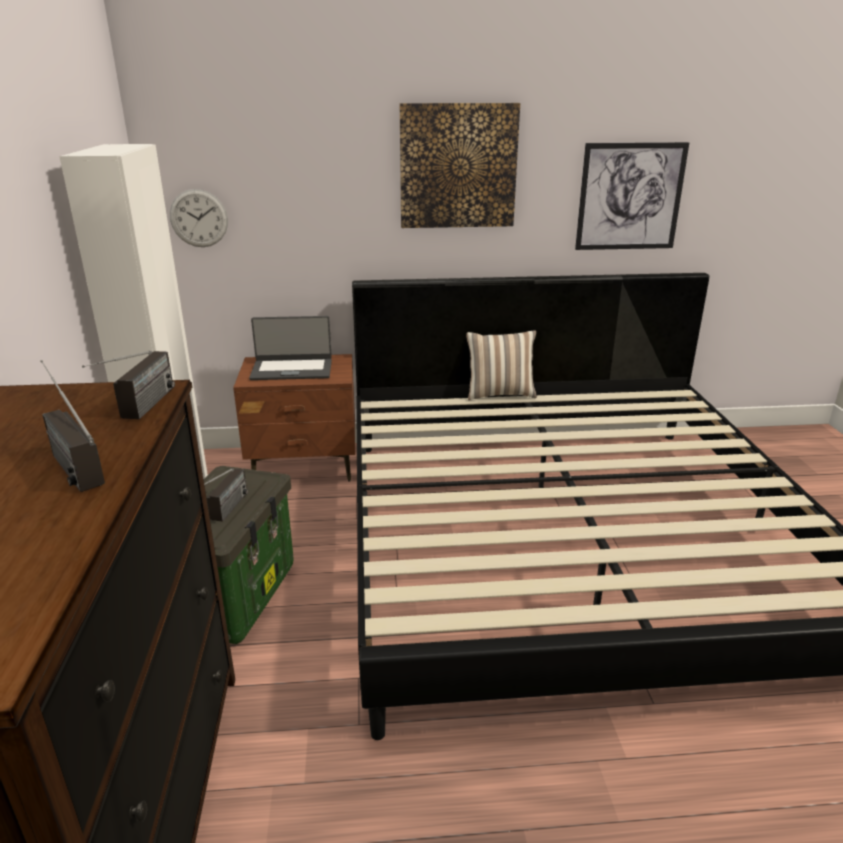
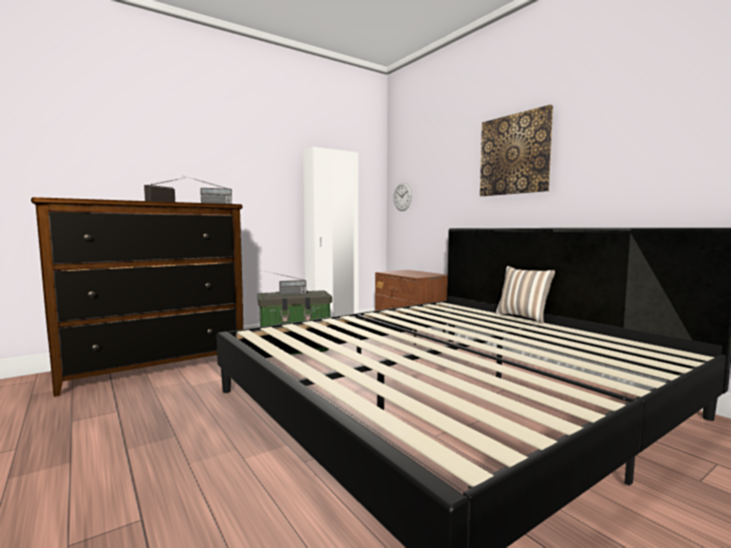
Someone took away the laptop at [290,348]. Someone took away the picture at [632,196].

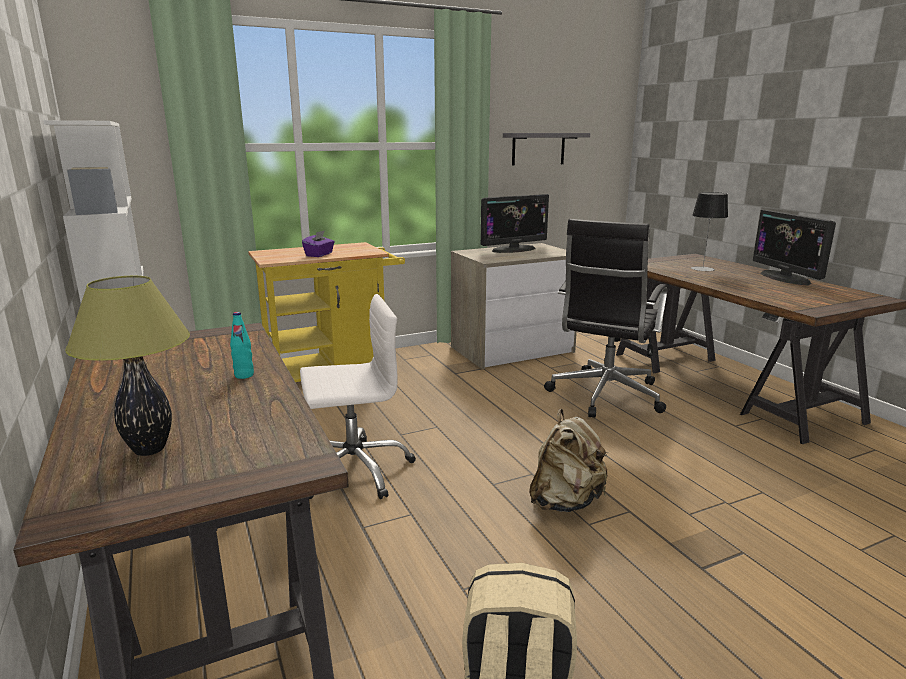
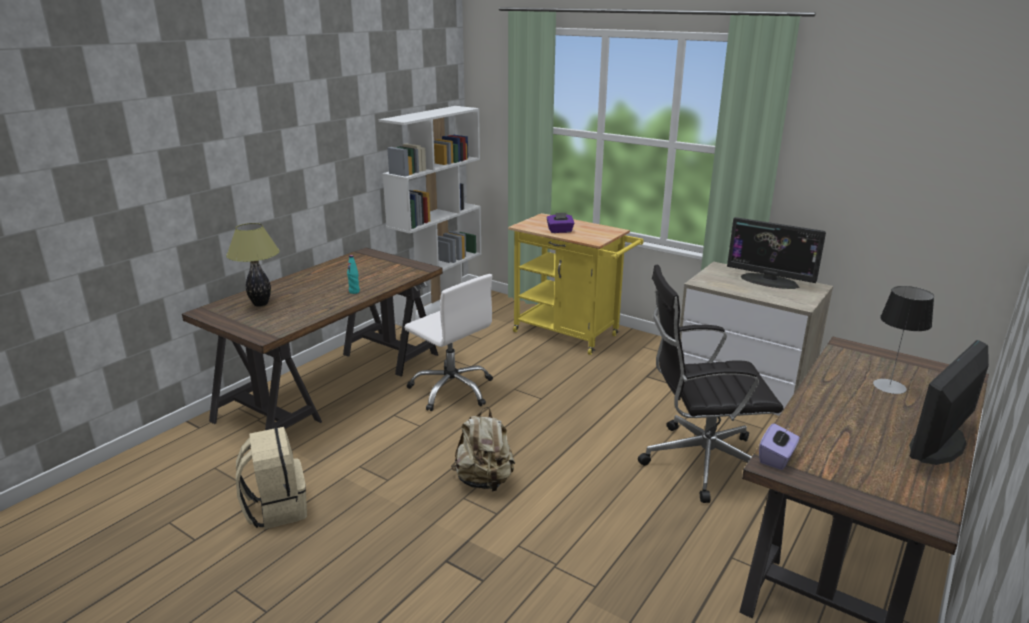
Someone took away the grey shelf at [546,149]. Someone put down the purple tissue box at [779,446].

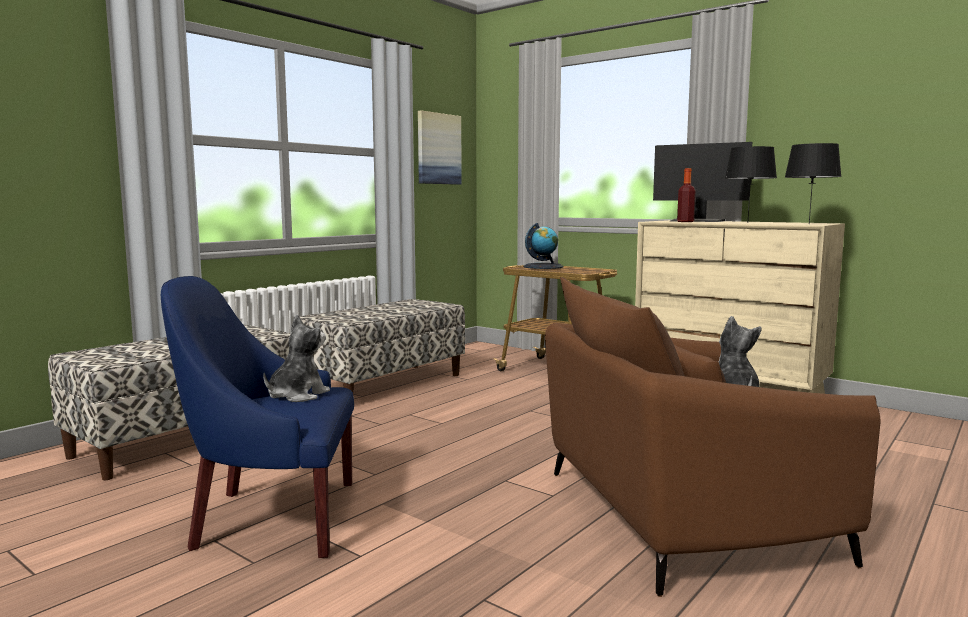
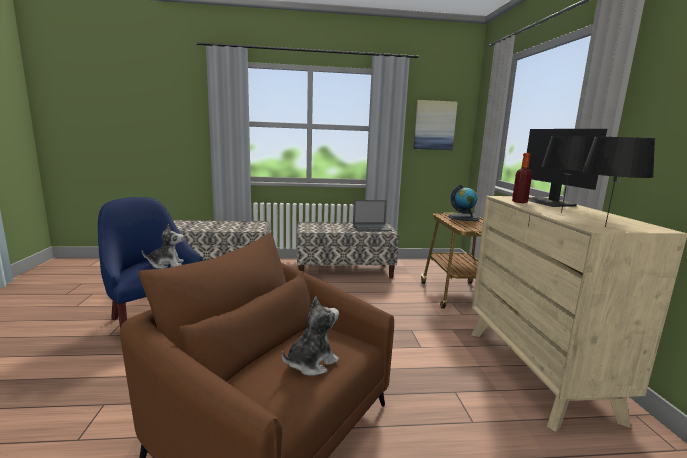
Someone put down the laptop at [372,216].

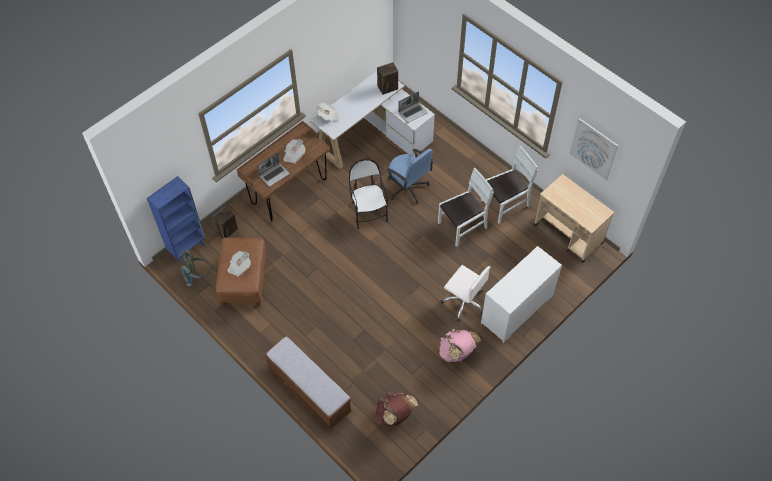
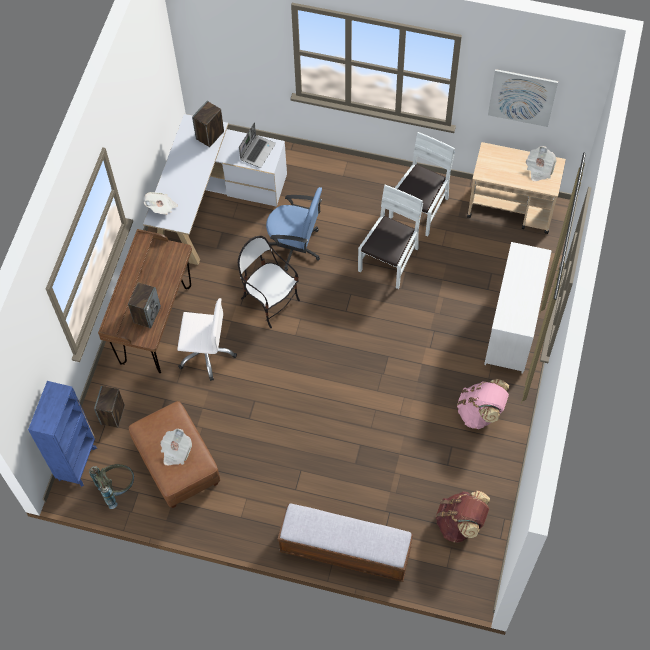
Someone carried the newspaper from [294,151] to [541,163]. Someone carried the white office chair from [466,293] to [207,339]. Someone swapped the laptop at [273,170] for the speaker at [144,305].

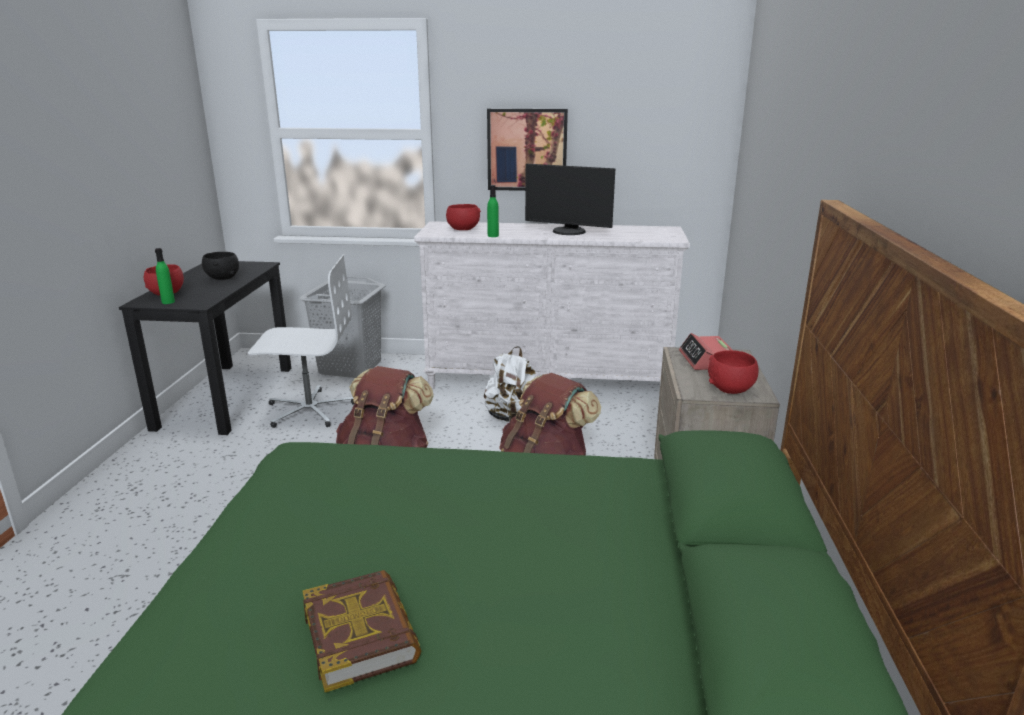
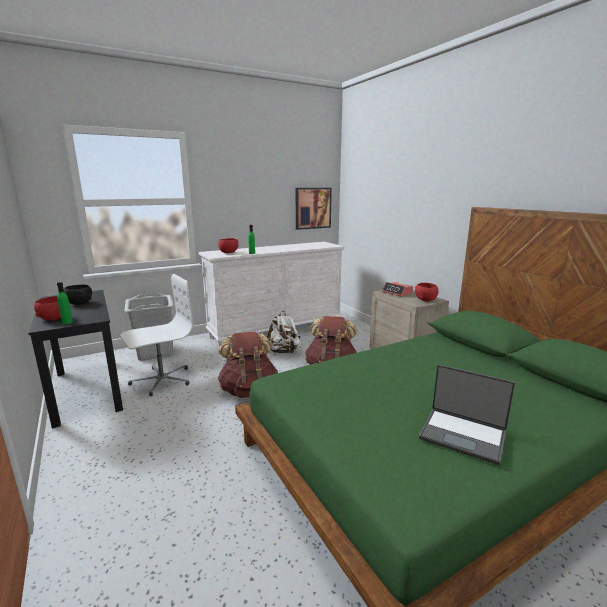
Someone took away the monitor at [570,199]. Someone carried the picture from [527,149] to [314,209]. Someone swapped the book at [361,631] for the laptop at [467,414].

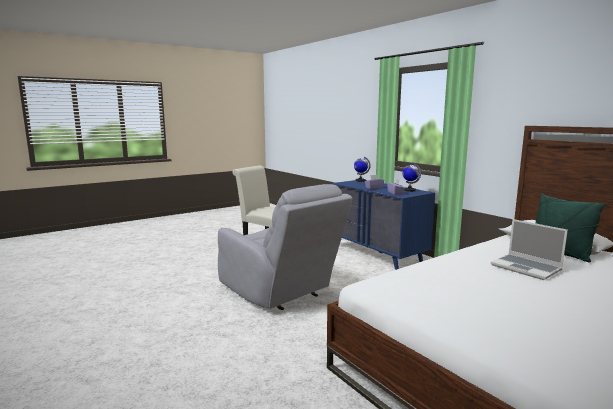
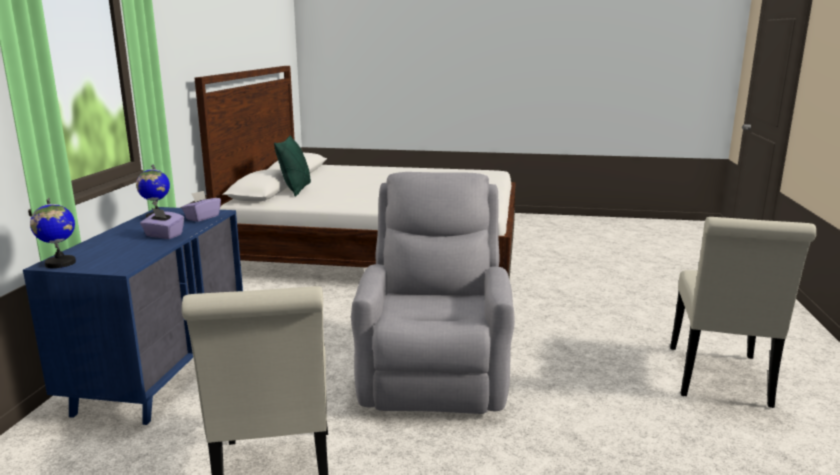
Someone took away the laptop at [529,249]. Someone put down the white chair at [743,312].

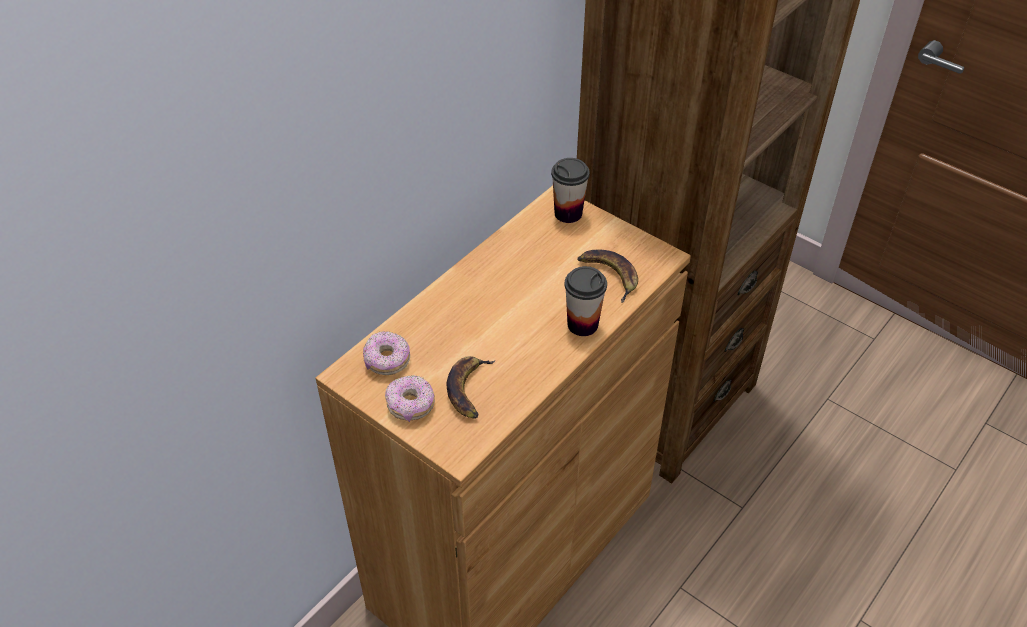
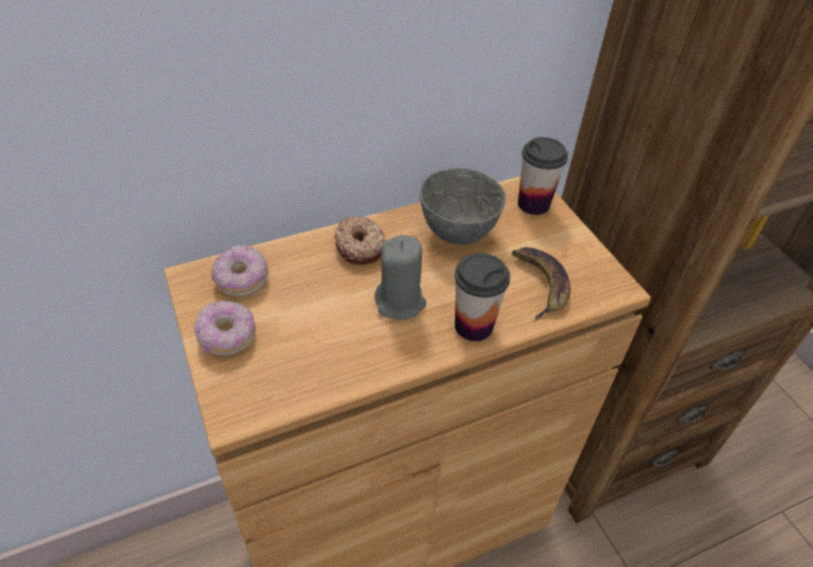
Someone took away the banana at [471,387]. Someone put down the donut at [360,240]. Someone put down the grey candle at [400,277]. Someone put down the grey bowl at [463,206].

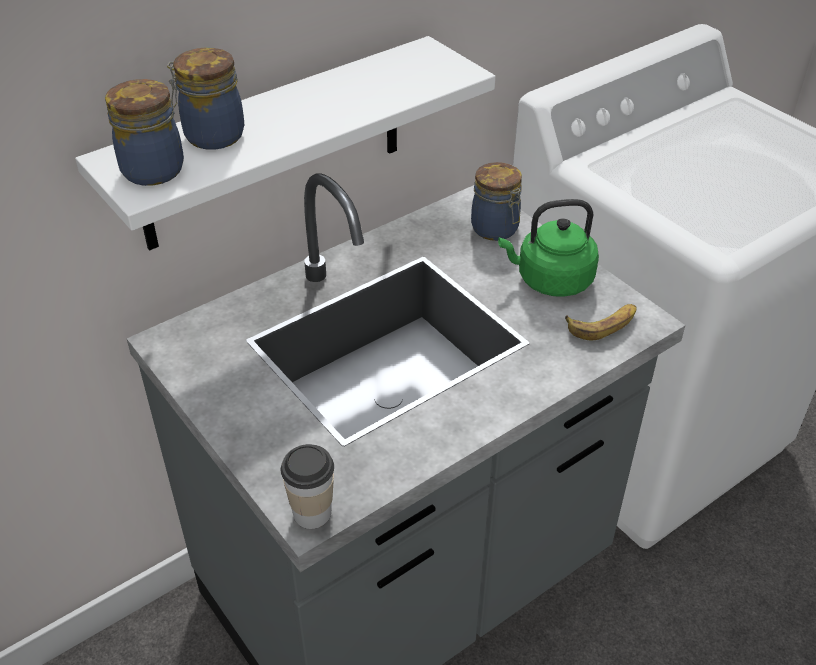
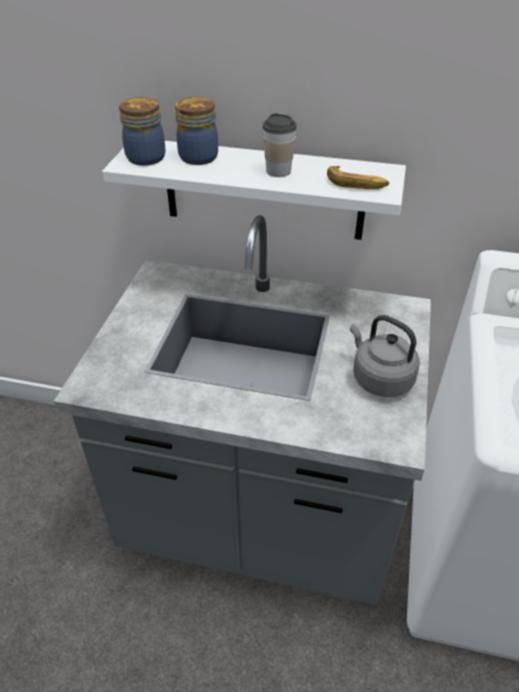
Someone took away the jar at [496,201]. Someone carried the cup from [307,486] to [280,145]. Someone carried the banana from [601,322] to [358,177]. Someone repainted the green kettle at [548,248], which became the grey kettle at [385,356].

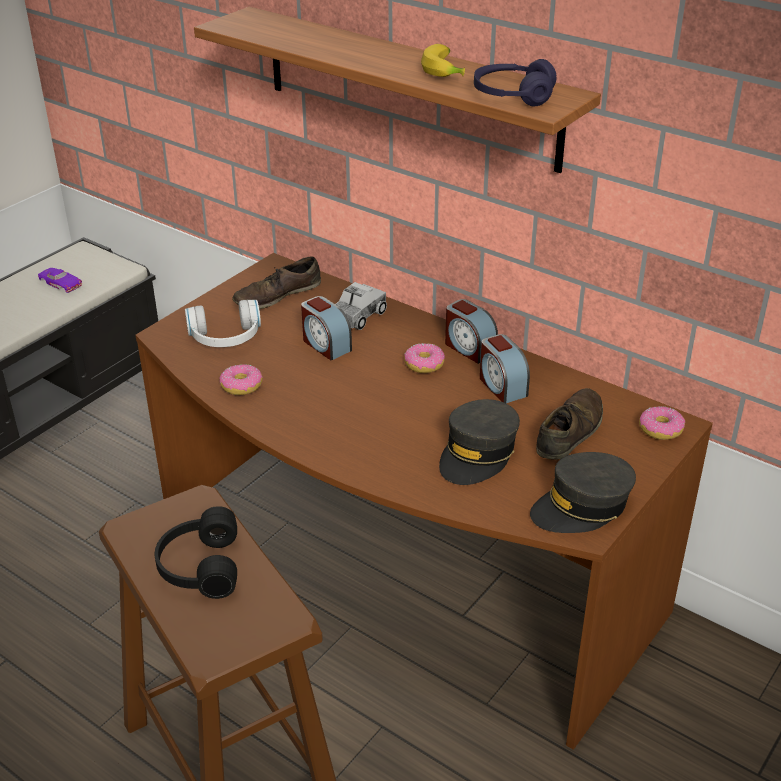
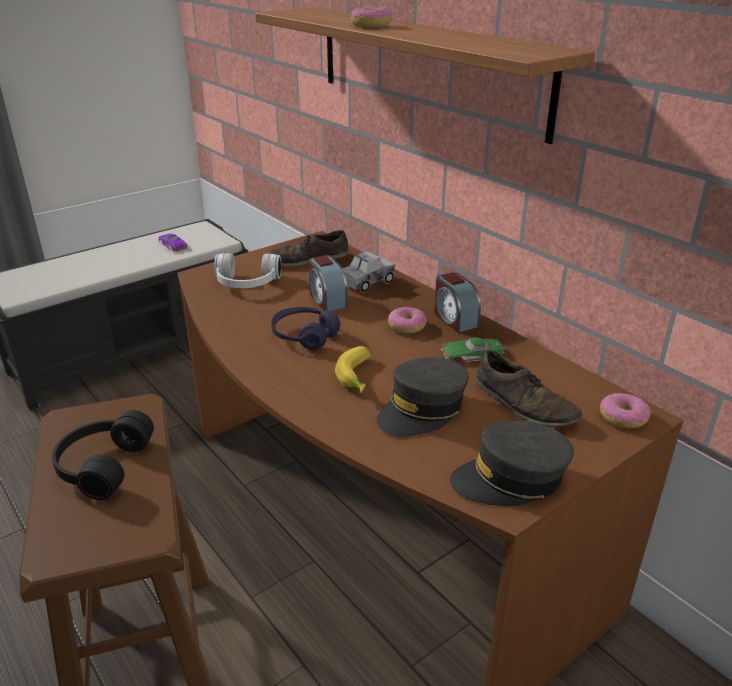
Someone carried the donut from [241,379] to [371,17]. Someone carried the banana from [443,60] to [354,369]. Someone carried the purple headphones from [515,82] to [305,328]. Someone swapped the alarm clock at [505,368] for the green toy car at [472,349]. Someone rotated the brown shoe at [569,424] by 90 degrees clockwise.

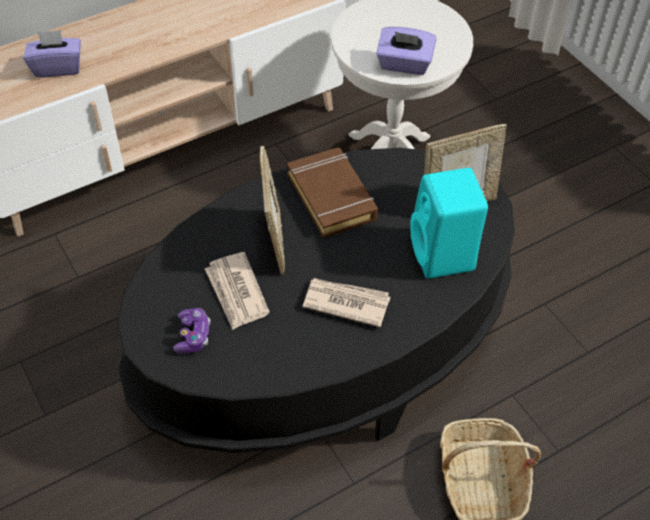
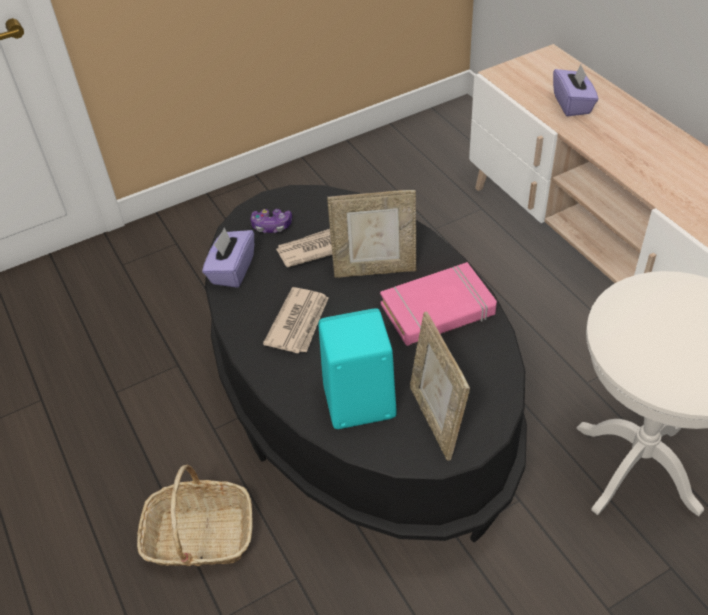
Someone carried the purple tissue box from [406,51] to [228,258]. Someone repainted the brown book at [332,192], which became the pink book at [438,304].

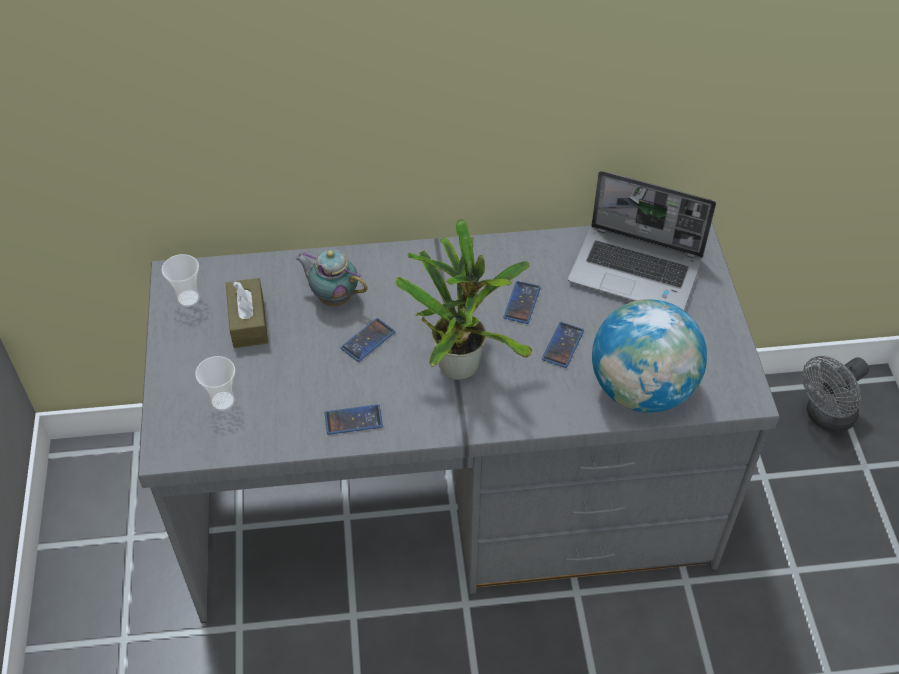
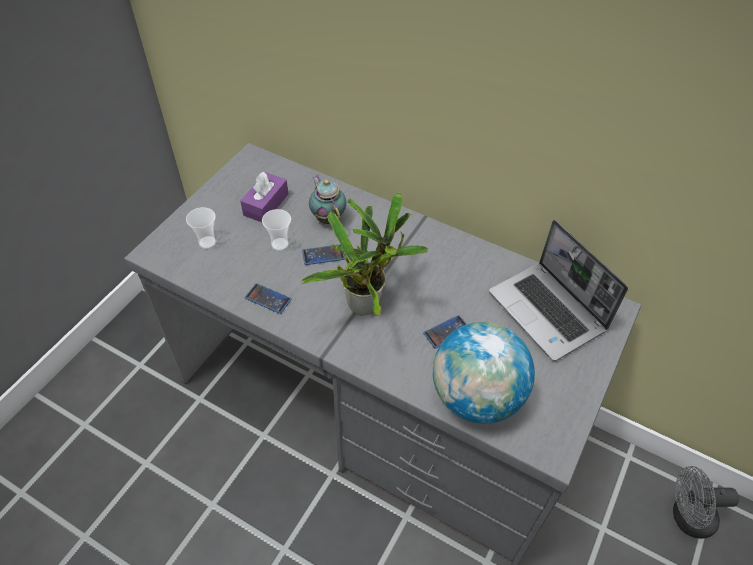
Someone took away the phone at [522,302]. Someone carried the cup from [181,280] to [276,230]. Someone repainted the brown tissue box at [247,313], which became the purple tissue box at [264,197].

